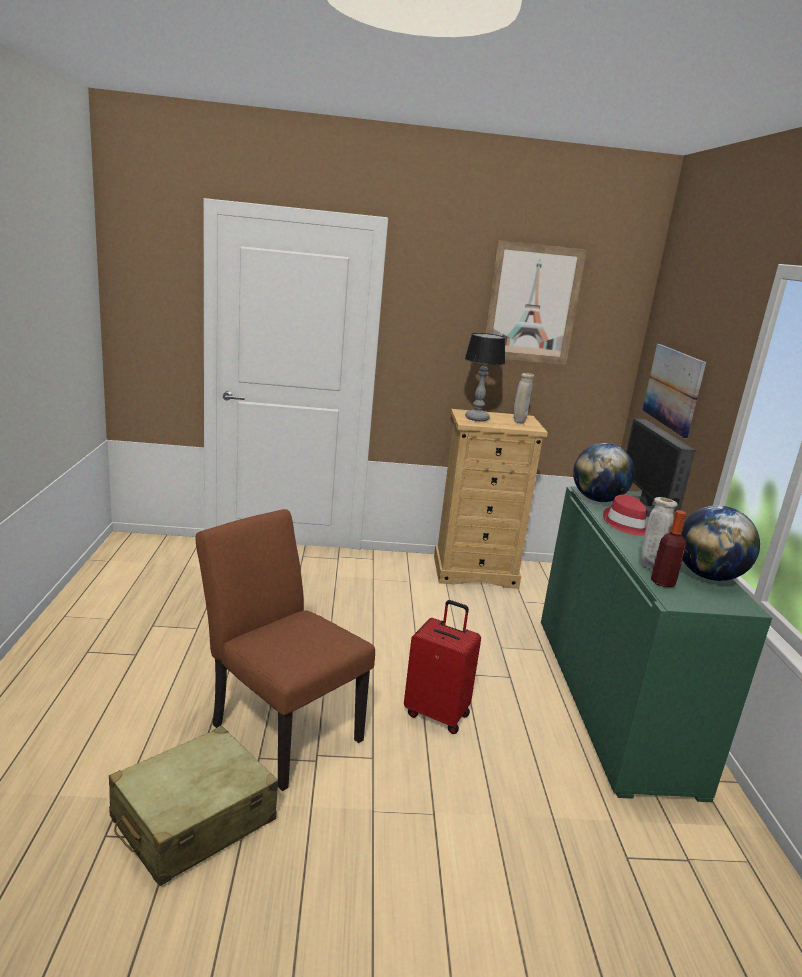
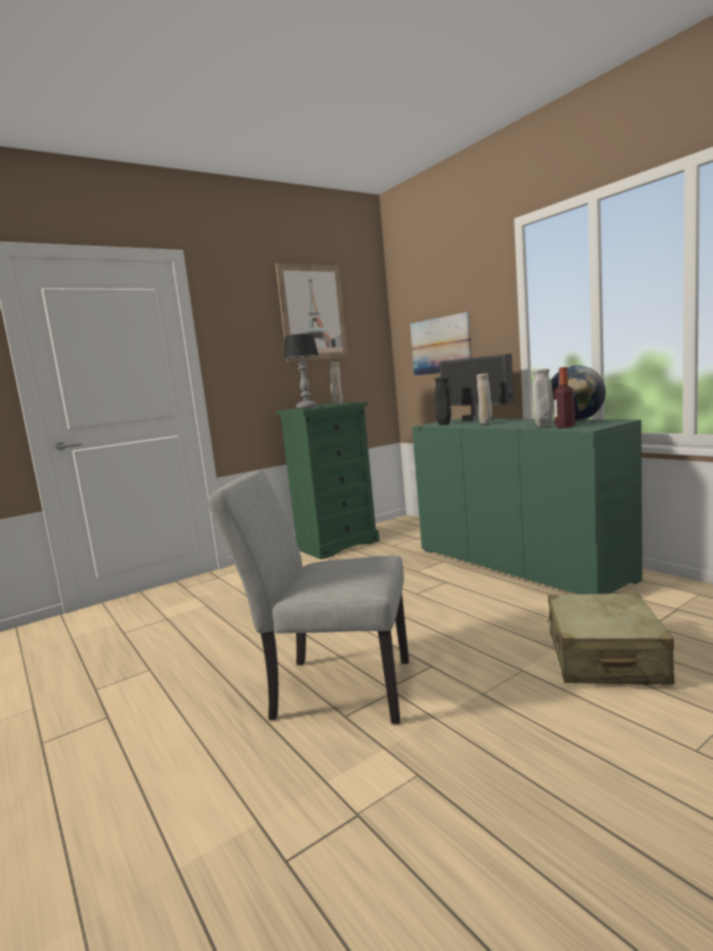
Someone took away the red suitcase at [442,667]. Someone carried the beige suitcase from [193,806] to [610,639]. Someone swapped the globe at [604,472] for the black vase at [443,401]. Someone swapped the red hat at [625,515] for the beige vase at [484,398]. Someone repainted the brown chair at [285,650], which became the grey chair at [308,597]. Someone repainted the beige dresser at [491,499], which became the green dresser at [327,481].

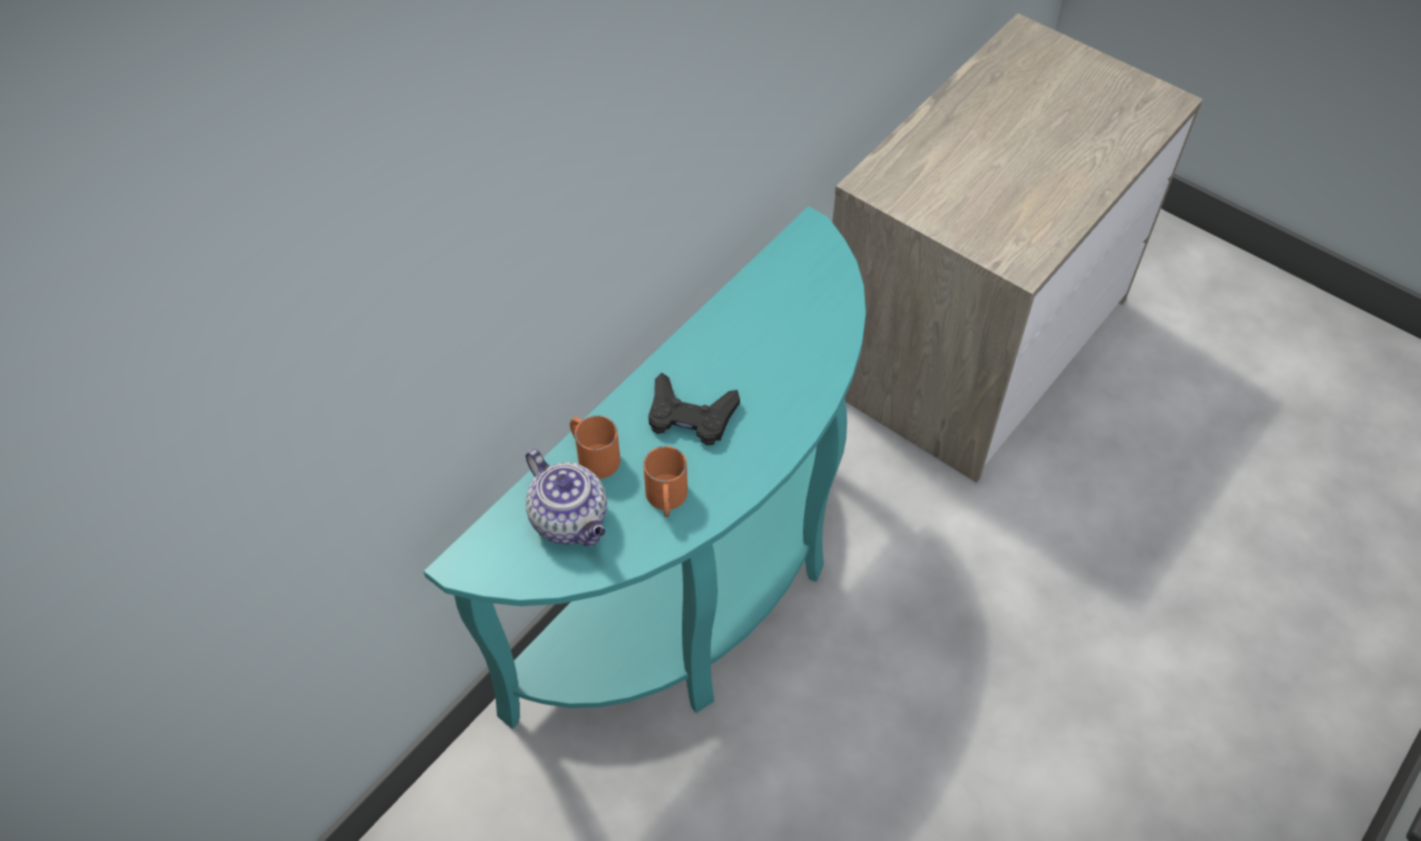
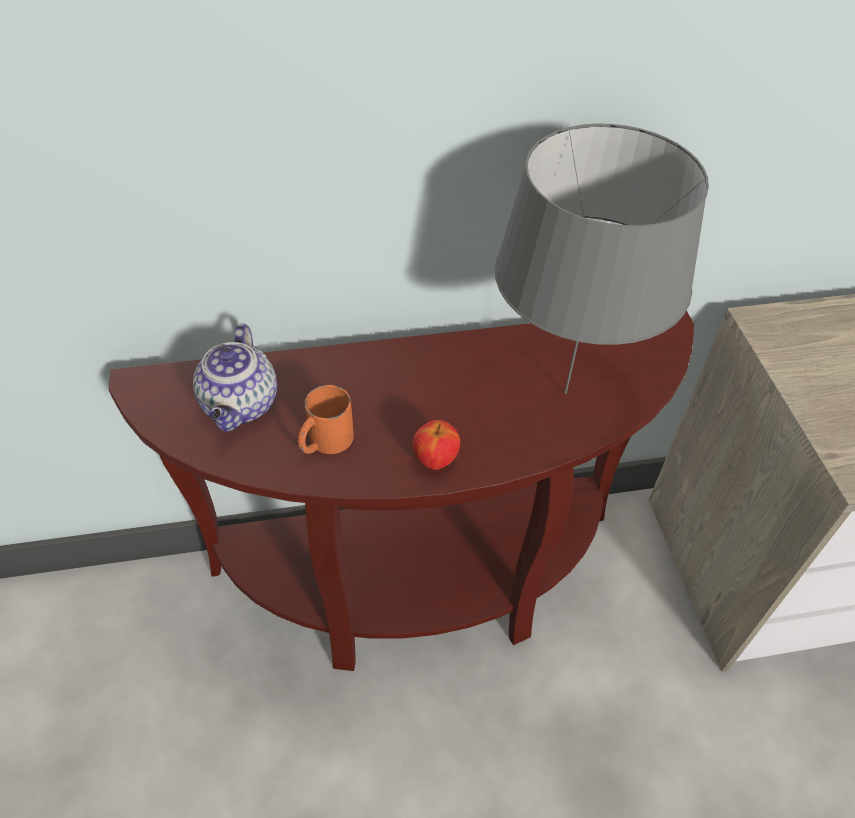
Someone took away the orange mug at [595,447]. Someone took away the black game controller at [694,409]. Someone put down the apple at [436,445]. Someone put down the grey table lamp at [601,258]. Someone repainted the turquoise console table at [645,467], which became the brown console table at [401,491].

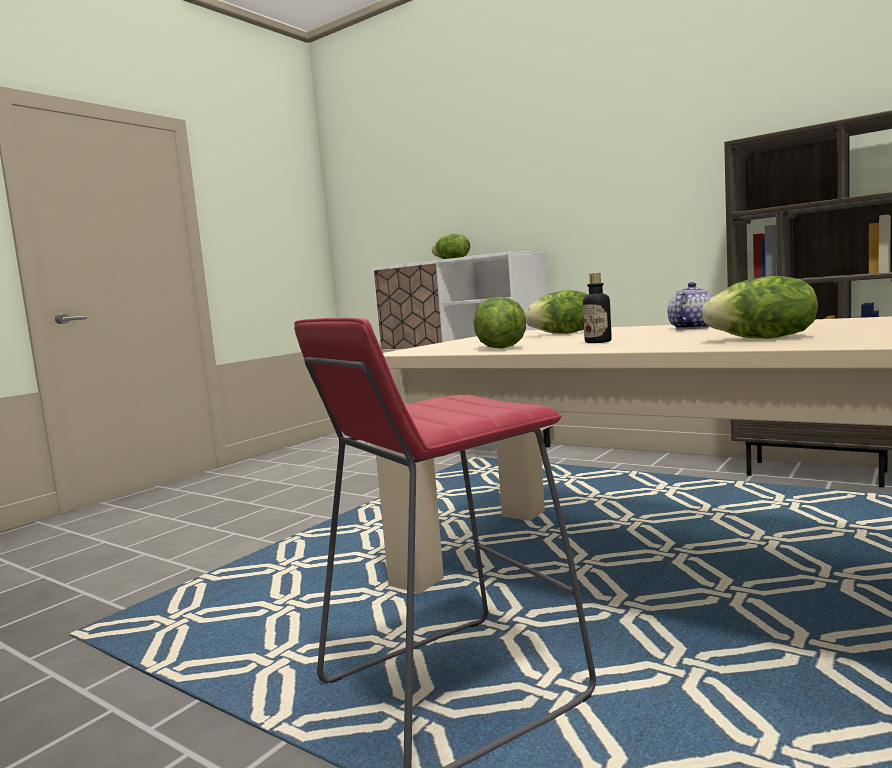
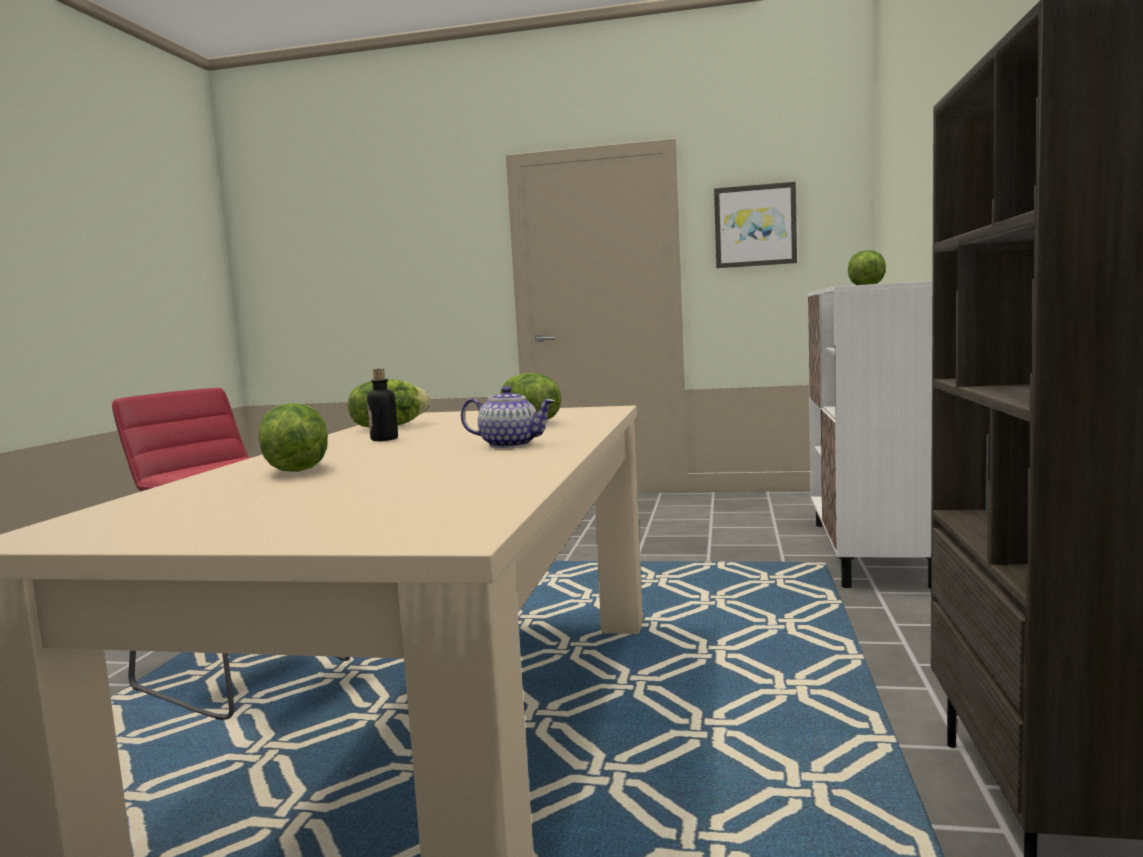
Someone put up the picture at [755,225].

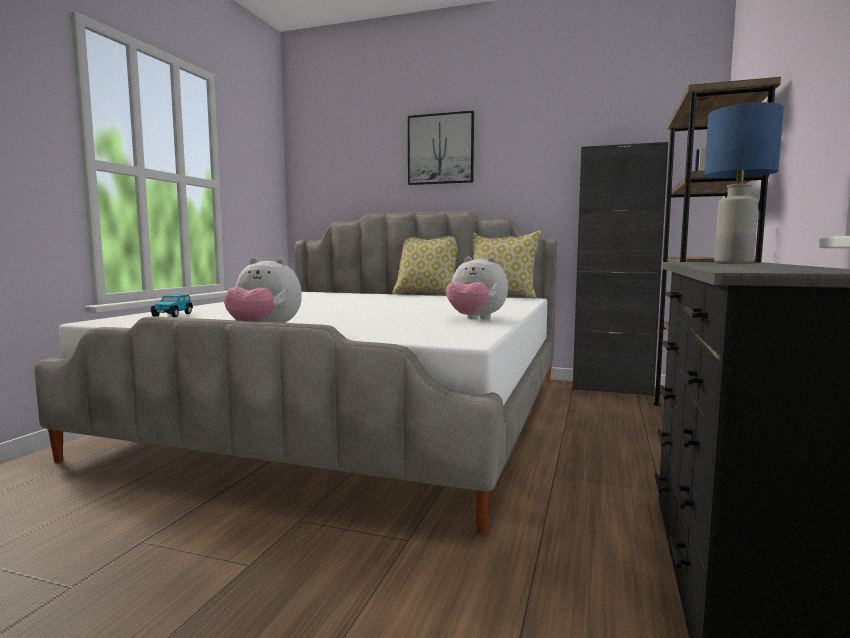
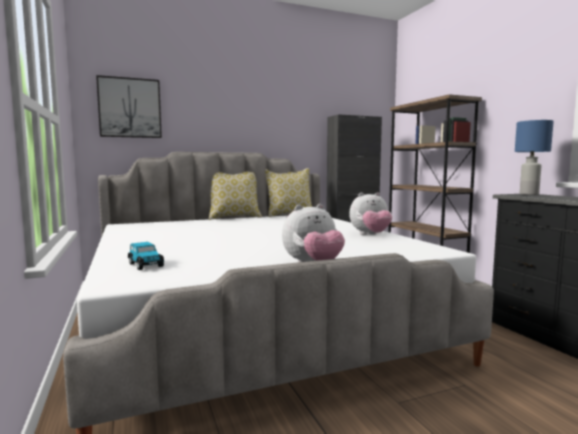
Someone carried the picture from [441,148] to [129,106].

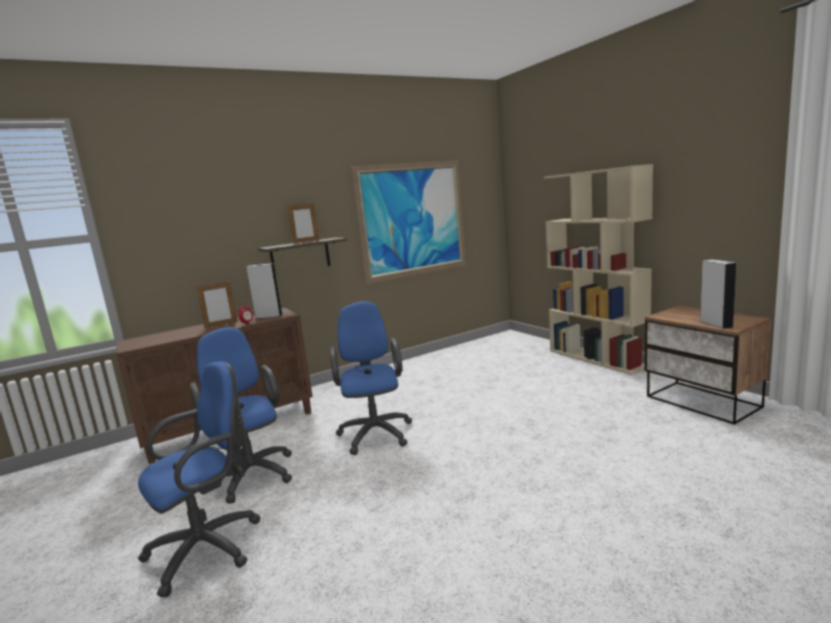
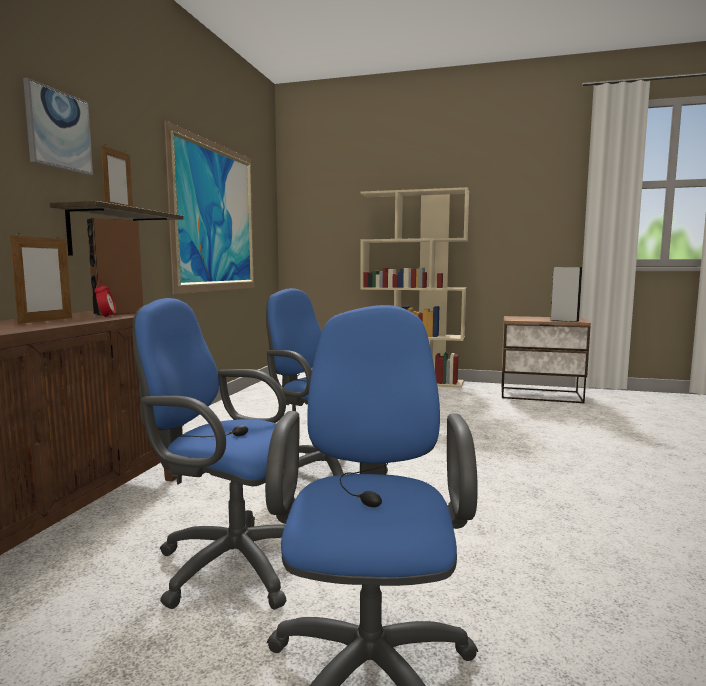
Someone put up the picture at [58,126]. Someone repainted the grey speaker at [264,291], which became the brown speaker at [115,267].

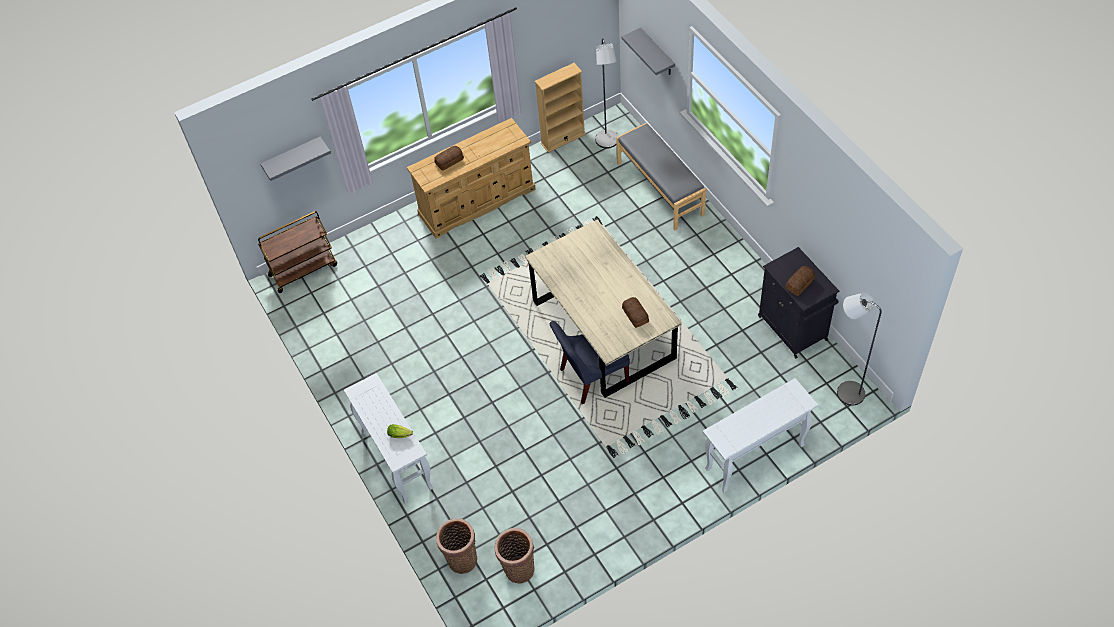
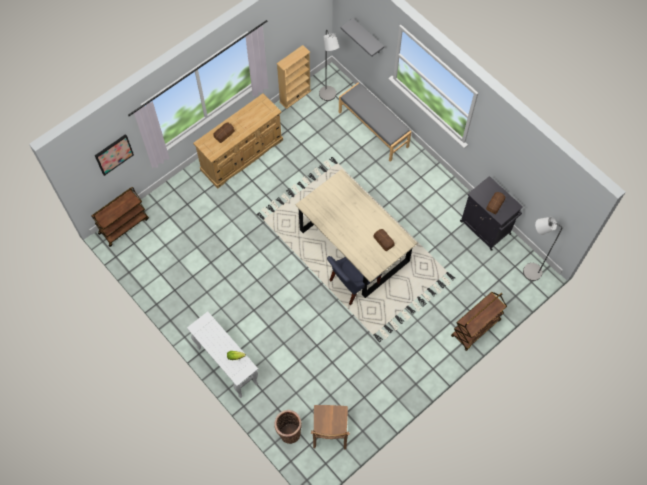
Someone swapped the grey shelf at [296,158] for the picture at [114,155]. Someone swapped the basket at [514,556] for the brown chair at [330,427]. Someone swapped the white console table at [760,435] for the brown cart at [479,321].

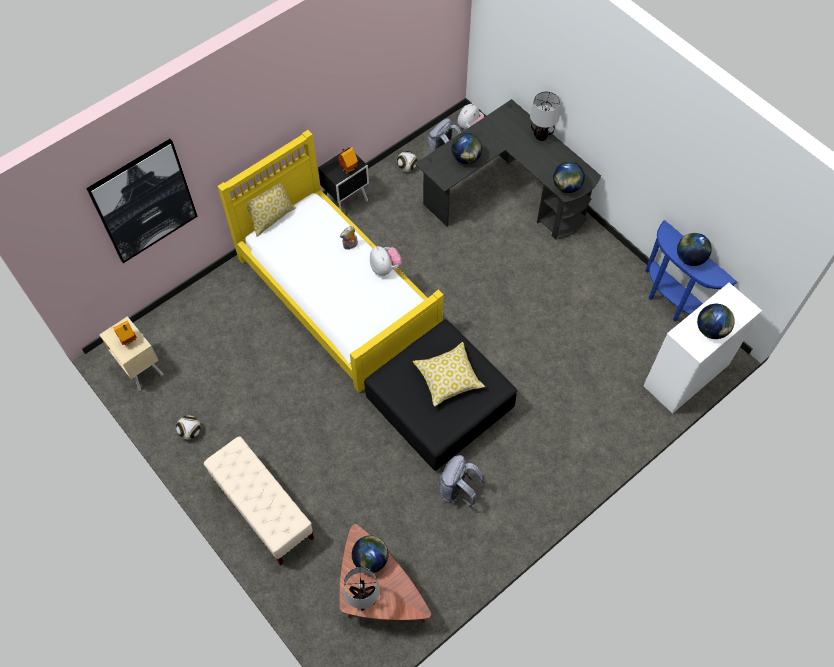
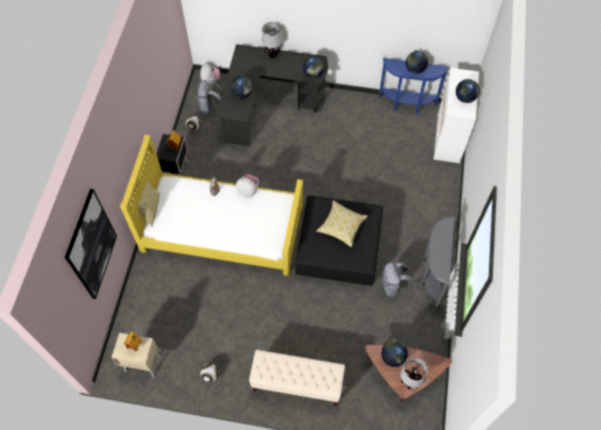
Someone put down the grey console table at [437,263].

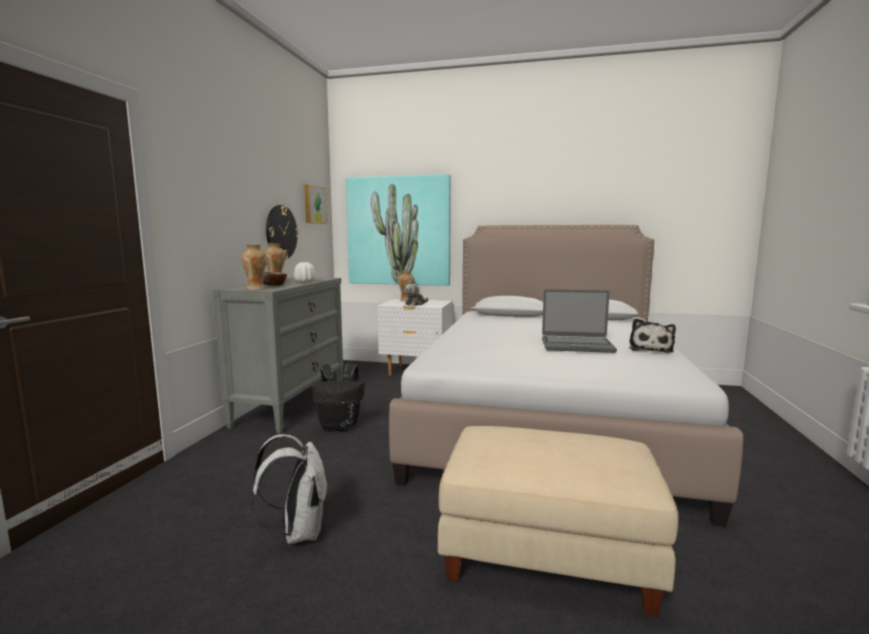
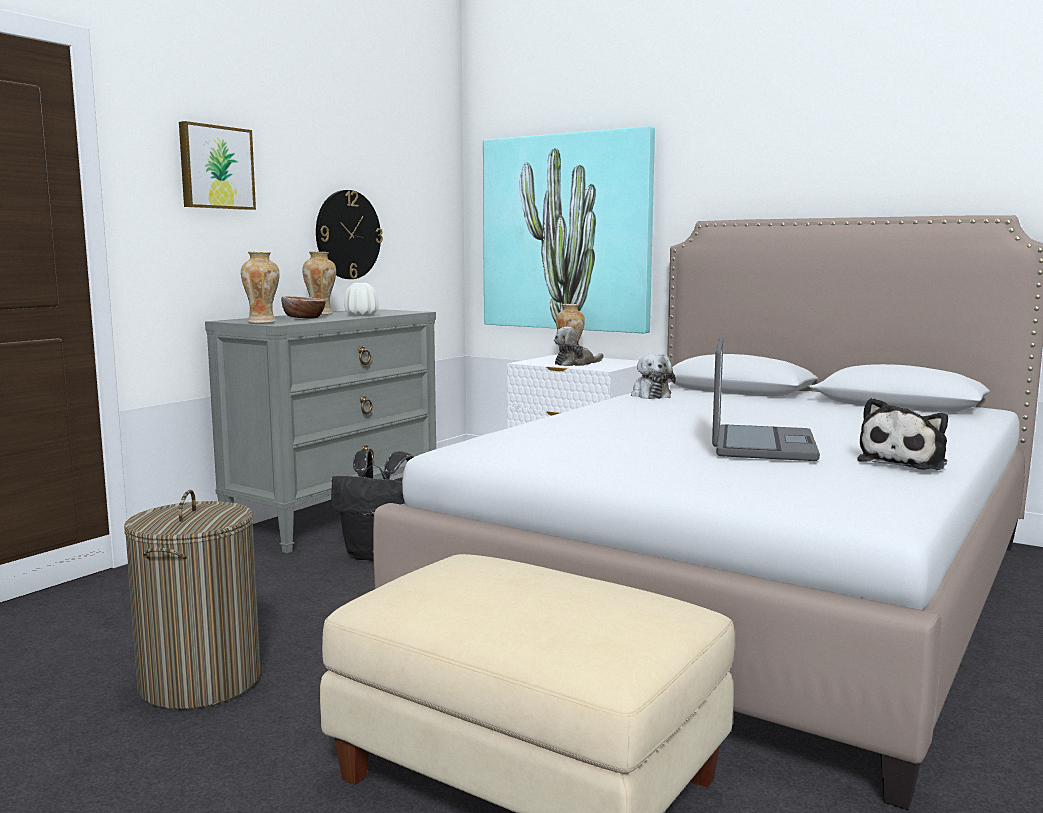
Someone put down the plush toy at [653,376]. Someone carried the picture from [315,204] to [217,165]. Someone swapped the white backpack at [289,489] for the laundry basket at [192,599]. Someone rotated the laptop at [579,321] by 105 degrees counterclockwise.

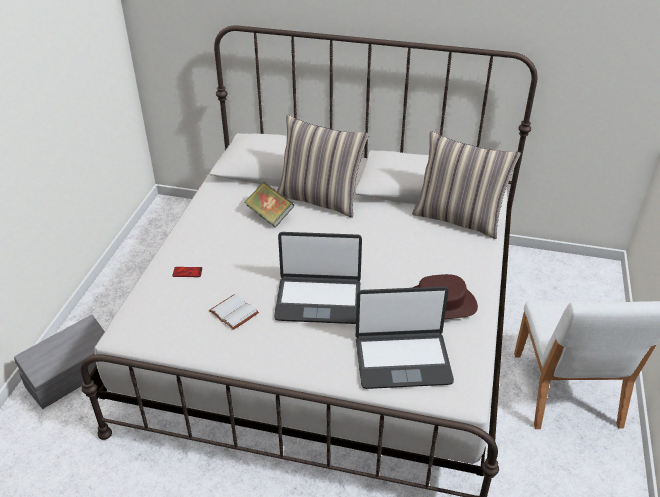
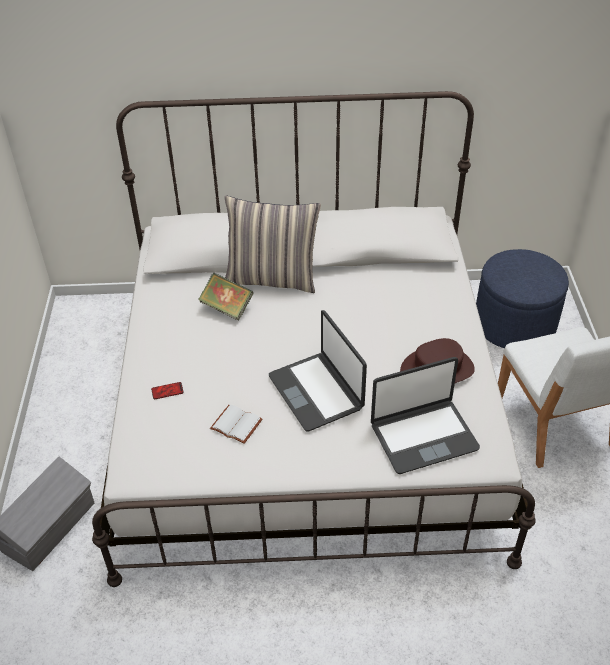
Someone took away the pillow at [466,185]. Someone put down the blue ottoman at [522,298]. Someone rotated the laptop at [318,278] by 75 degrees clockwise.

